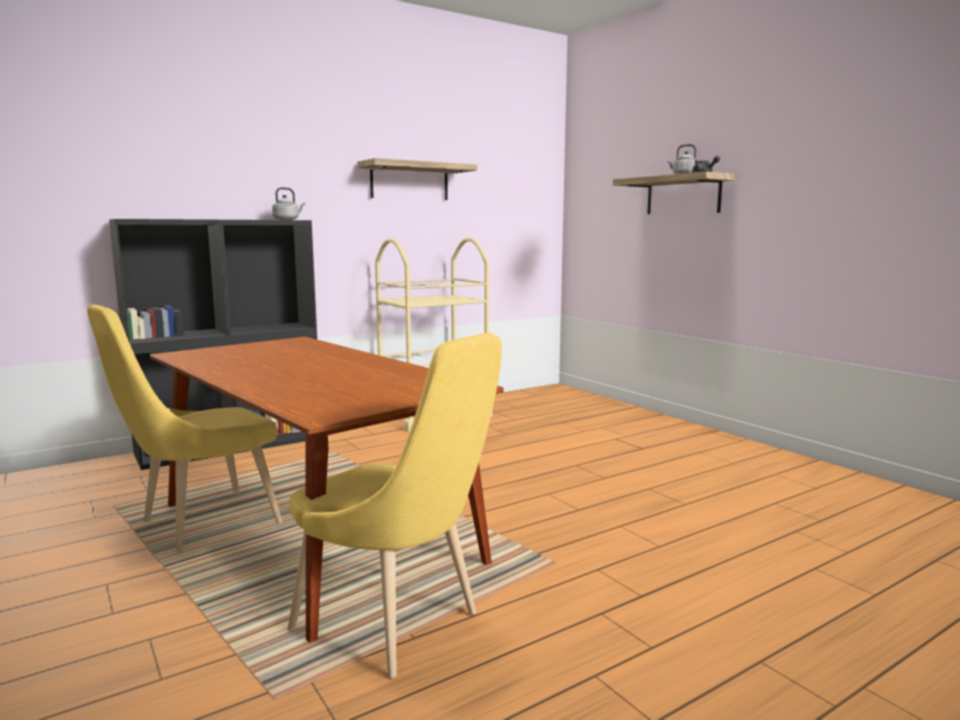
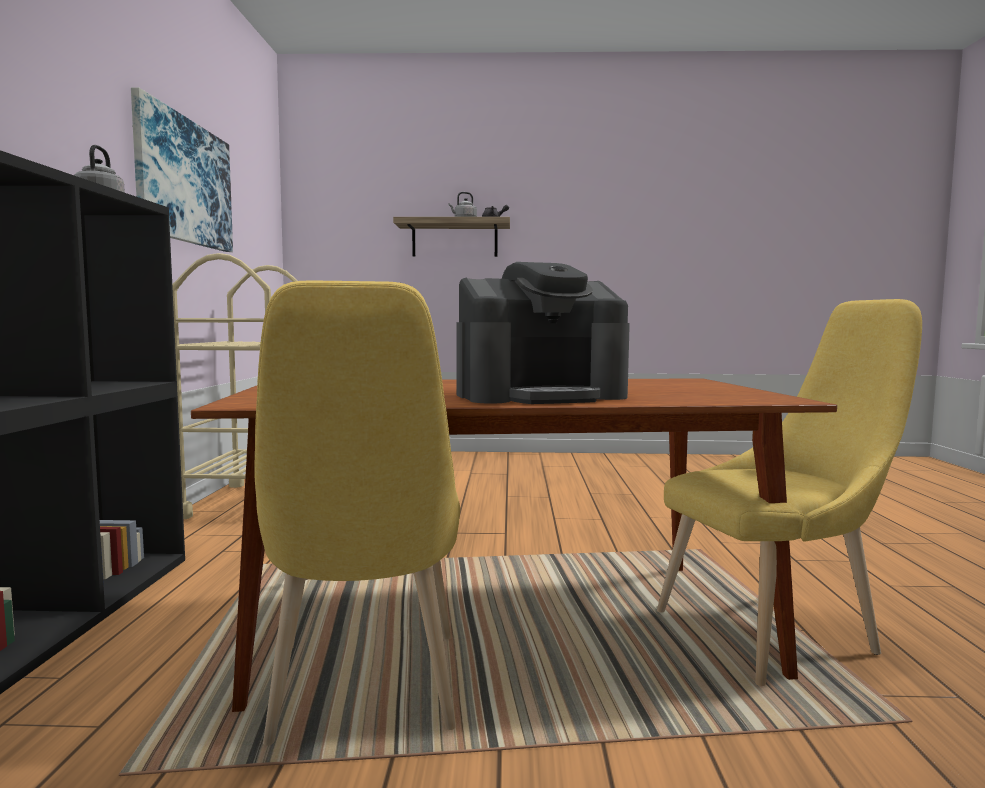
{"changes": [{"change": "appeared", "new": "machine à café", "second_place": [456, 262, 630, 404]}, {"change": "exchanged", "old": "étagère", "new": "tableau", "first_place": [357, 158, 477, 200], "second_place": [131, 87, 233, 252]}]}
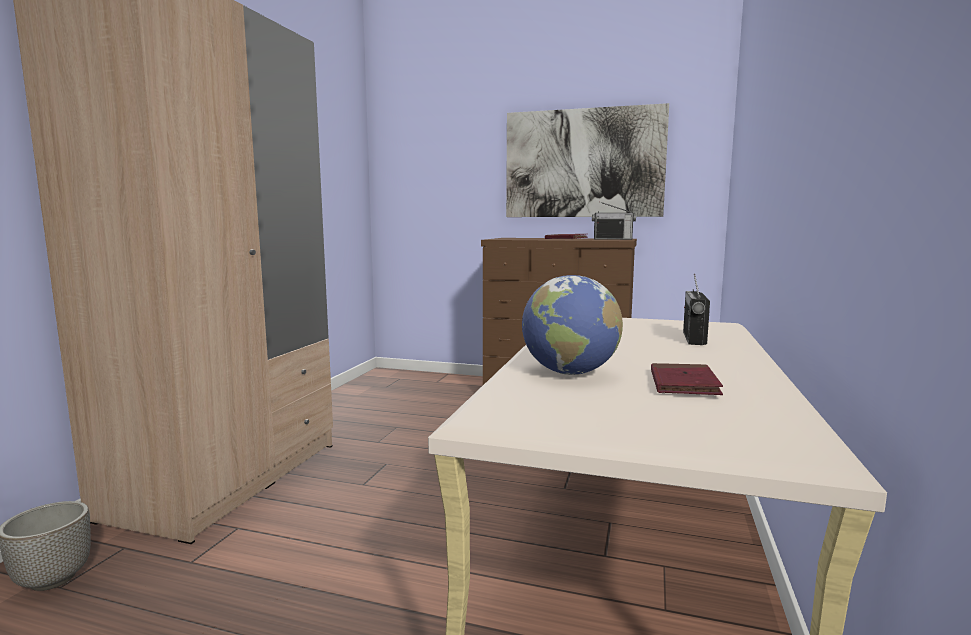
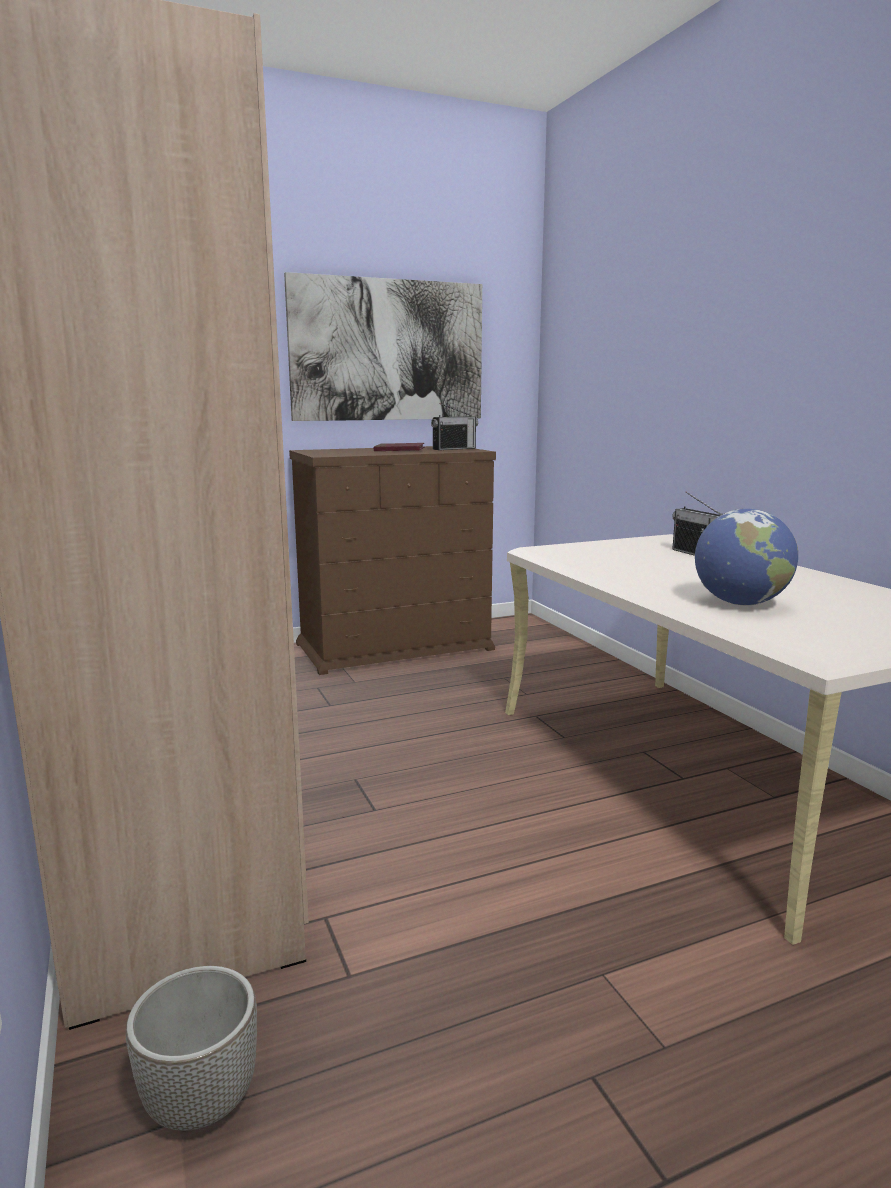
{"changes": [{"change": "missing", "old": "livre/rouge", "first_place": [651, 363, 723, 395]}]}
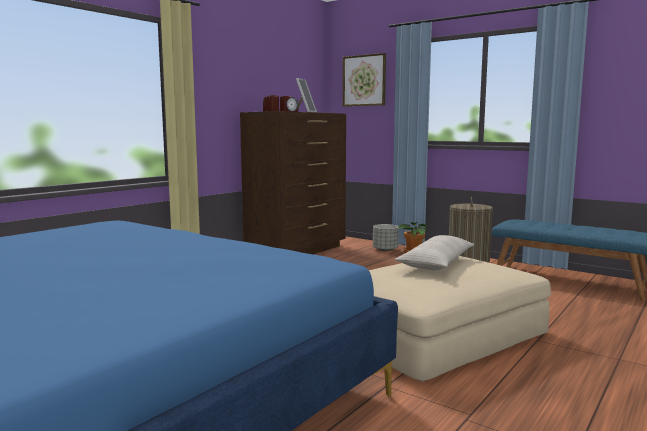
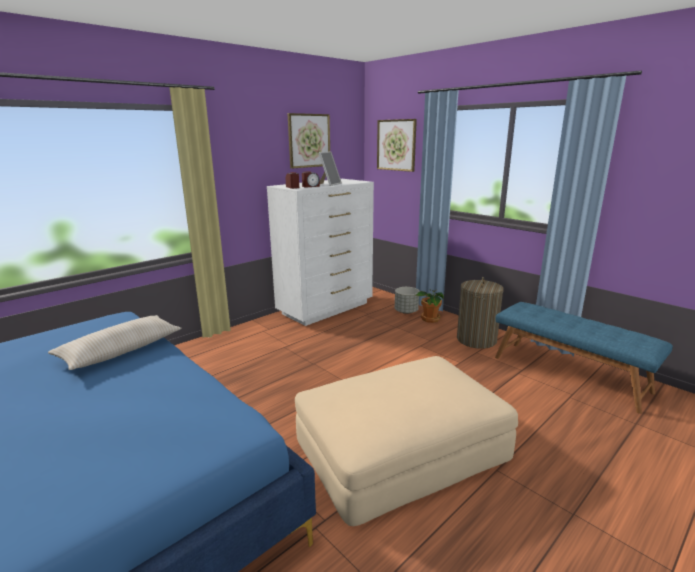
{"changes": [{"change": "appeared", "new": "tableau", "second_place": [288, 113, 330, 169]}, {"change": "relocated", "old": "coussin/beige", "first_place": [395, 235, 474, 270], "second_place": [48, 315, 182, 370]}, {"change": "colour", "old": "commode/marron", "new": "commode/blanc", "first_place": [240, 111, 346, 254], "second_place": [267, 179, 374, 326]}]}
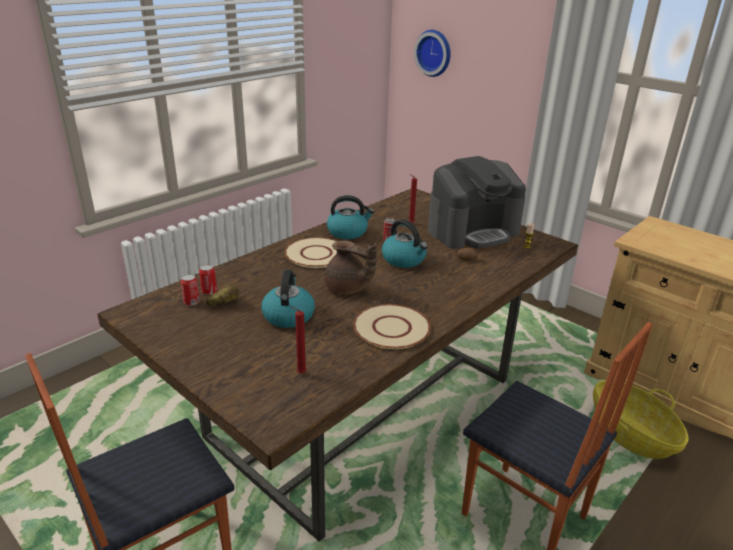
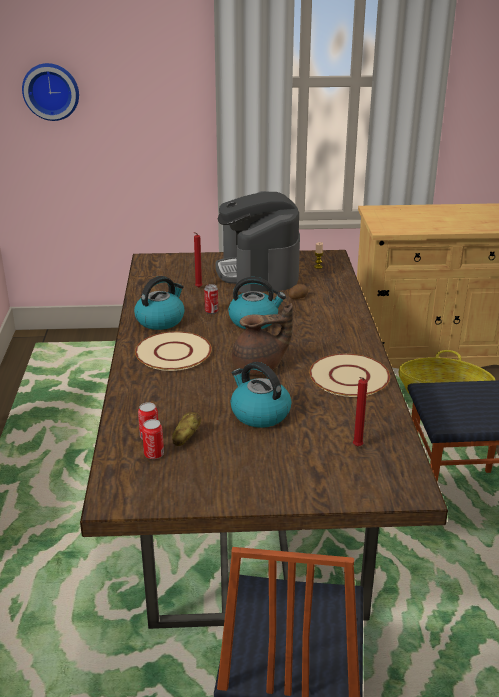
{"changes": [{"change": "spun", "old": "machine à café", "first_place": [428, 156, 526, 249], "second_place": [215, 191, 300, 293], "degrees": 150}]}
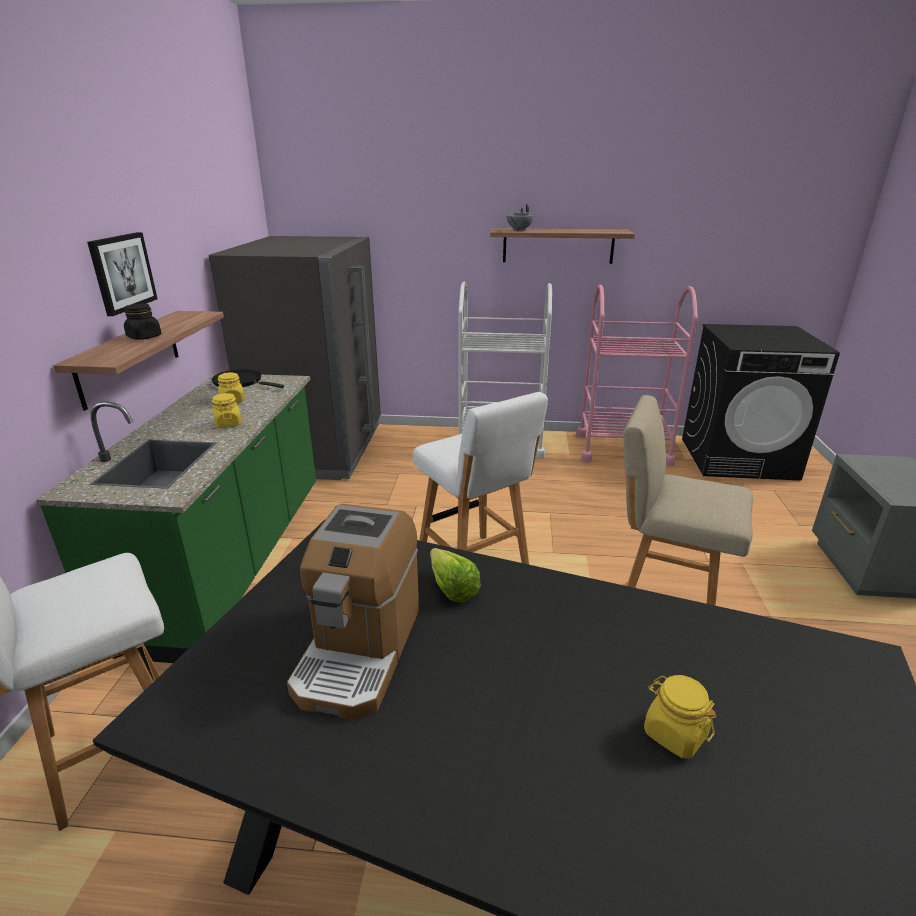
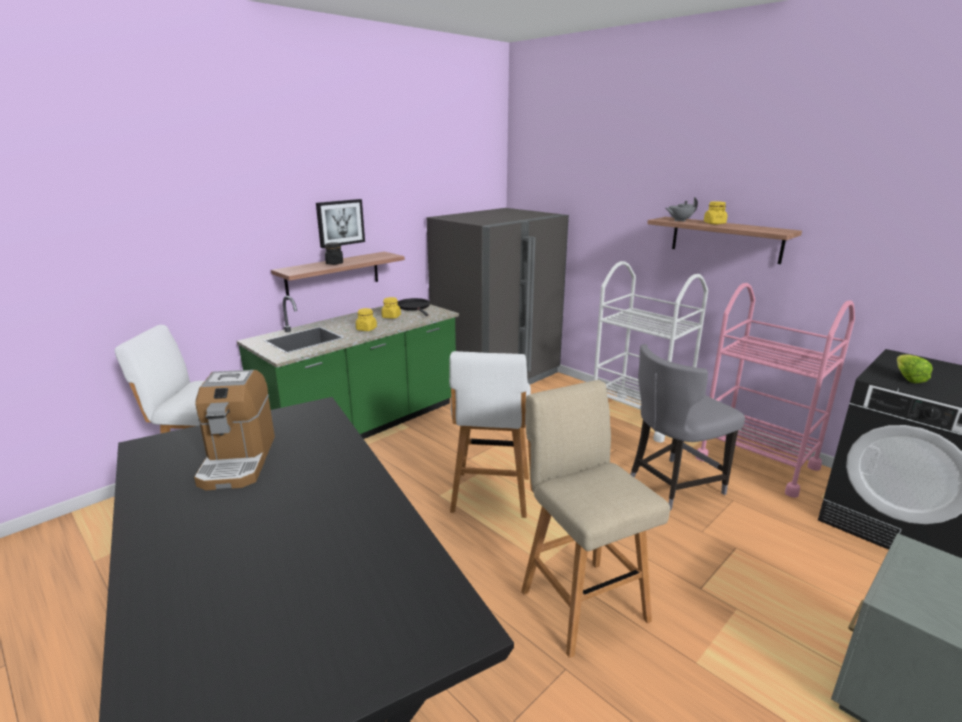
{"changes": [{"change": "appeared", "new": "chaise/gris", "second_place": [630, 344, 745, 511]}, {"change": "relocated", "old": "laitue", "first_place": [430, 548, 481, 603], "second_place": [897, 354, 933, 383]}, {"change": "relocated", "old": "bocal/jaune", "first_place": [644, 675, 717, 759], "second_place": [704, 201, 727, 224]}, {"change": "spun", "old": "machine à café", "first_place": [287, 504, 419, 720], "second_place": [194, 370, 275, 490], "degrees": -60}]}
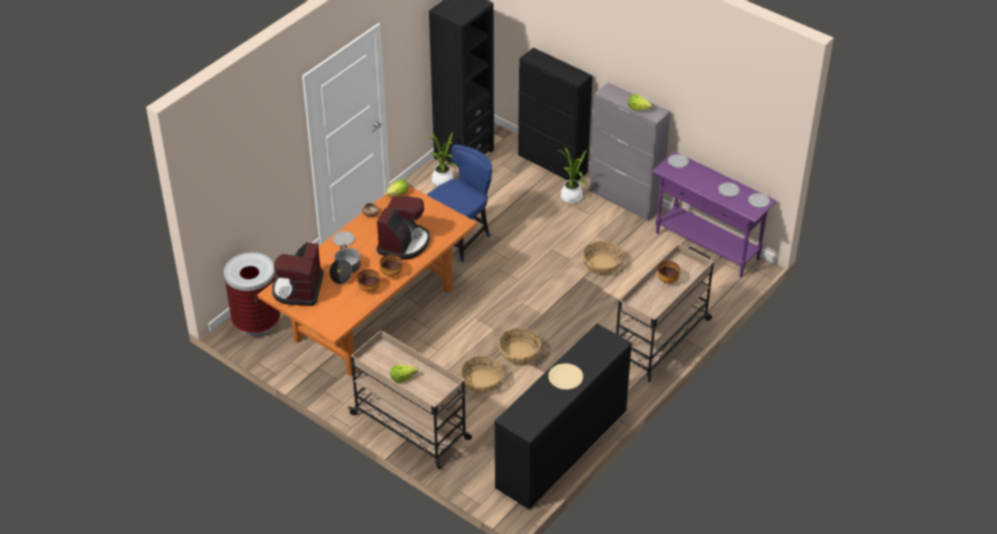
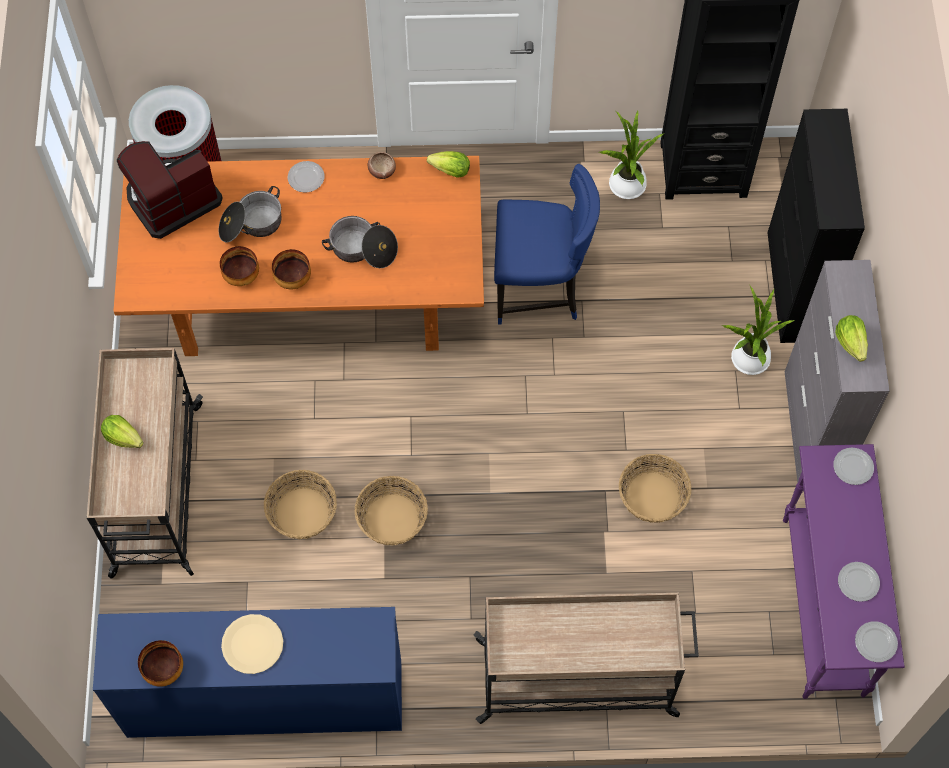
{"changes": [{"change": "relocated", "old": "bol", "first_place": [657, 261, 680, 283], "second_place": [138, 640, 183, 687]}, {"change": "exchanged", "old": "machine à café", "new": "marmite", "first_place": [376, 196, 430, 260], "second_place": [322, 216, 398, 268]}, {"change": "colour", "old": "commode/noir", "new": "commode/bleu", "first_place": [494, 323, 632, 509], "second_place": [93, 607, 402, 738]}]}
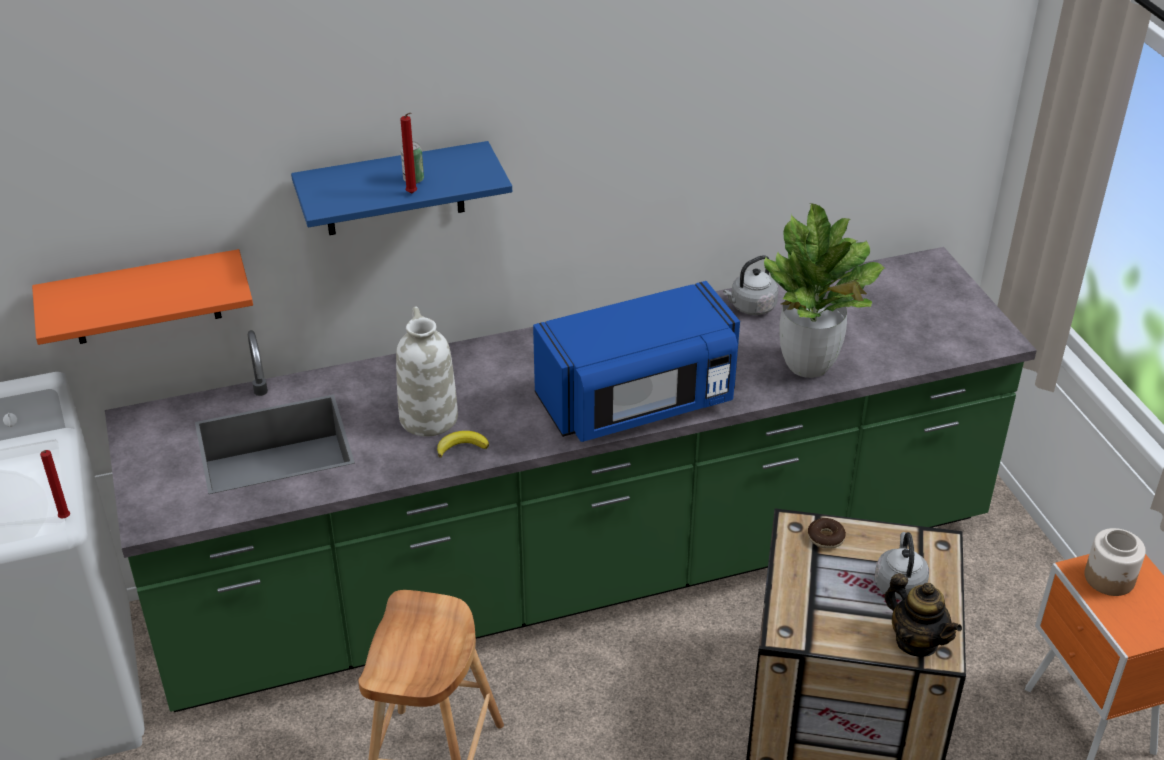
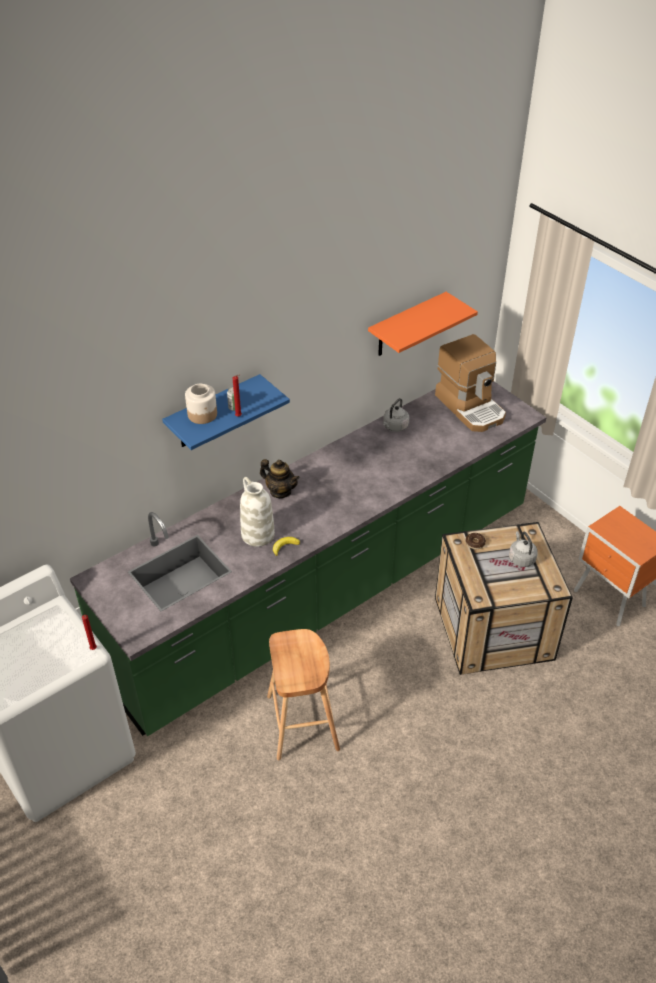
{"changes": [{"change": "missing", "old": "micro-ondes/bleu", "first_place": [533, 281, 740, 442]}, {"change": "missing", "old": "plante en pot", "first_place": [764, 203, 886, 378]}, {"change": "appeared", "new": "machine à café", "second_place": [435, 334, 506, 432]}, {"change": "relocated", "old": "étagère/orange", "first_place": [32, 249, 253, 345], "second_place": [368, 292, 478, 356]}, {"change": "relocated", "old": "théière", "first_place": [884, 573, 962, 657], "second_place": [260, 459, 300, 498]}, {"change": "relocated", "old": "bocal", "first_place": [1084, 528, 1146, 596], "second_place": [185, 384, 217, 424]}]}
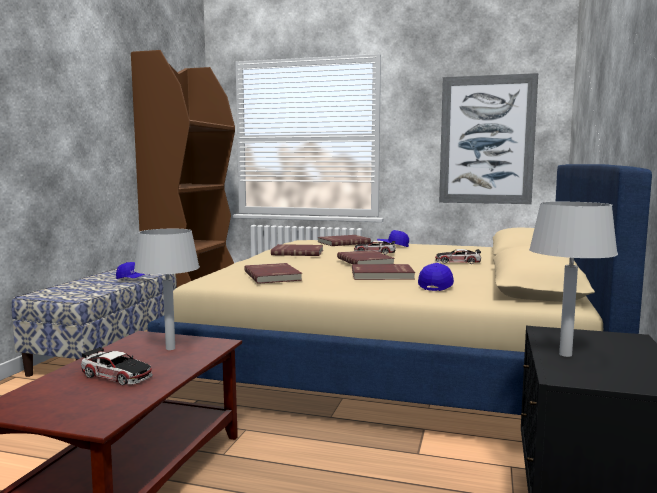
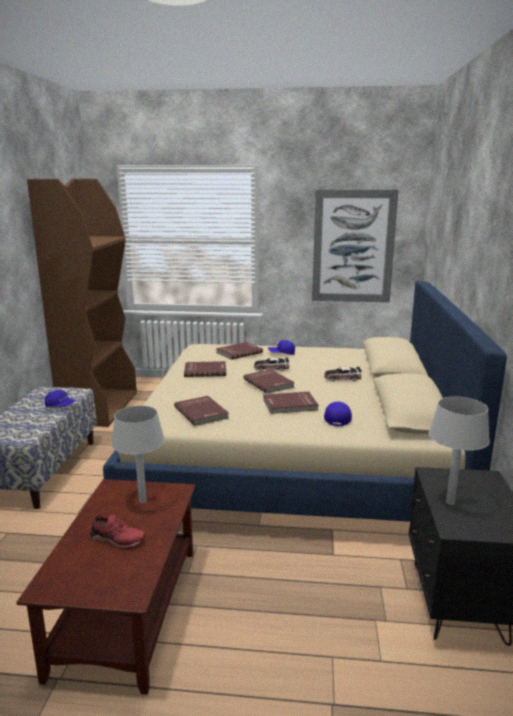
{"changes": [{"change": "exchanged", "old": "petite voiture", "new": "chaussure/rouge", "first_place": [81, 347, 153, 385], "second_place": [90, 515, 146, 549]}]}
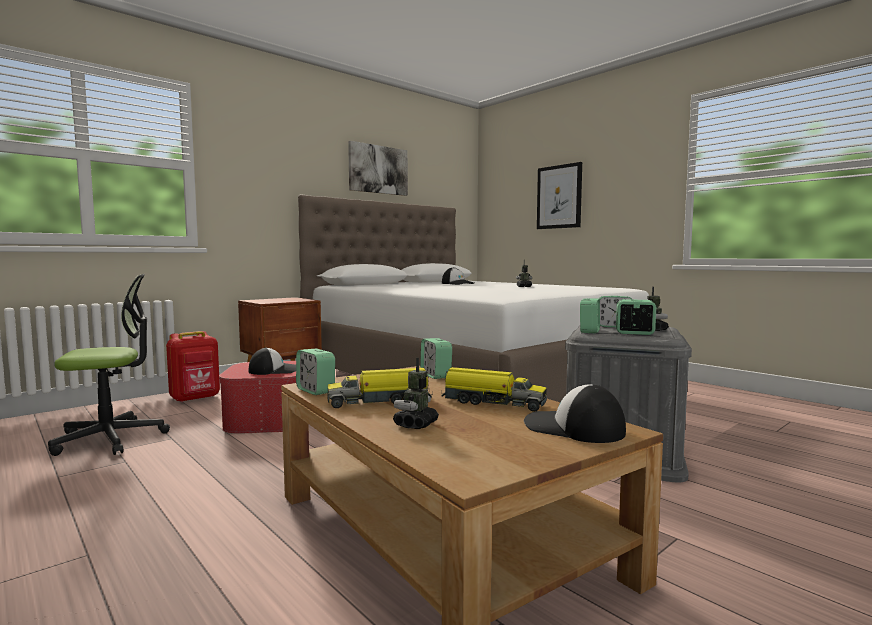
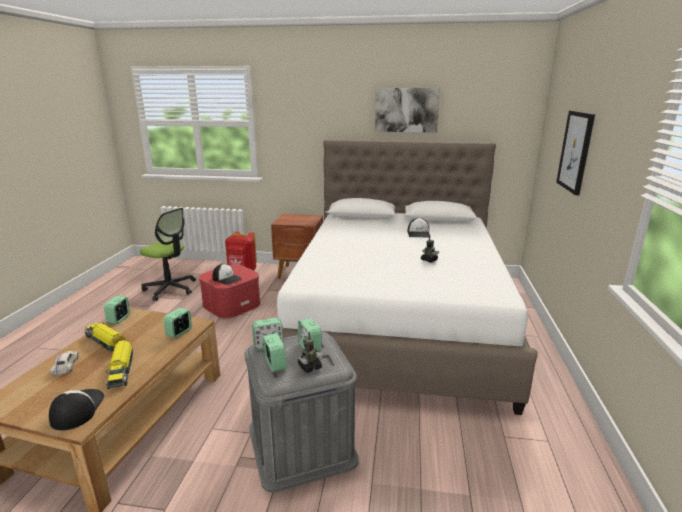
{"changes": [{"change": "exchanged", "old": "robot jouet", "new": "petite voiture/blanc", "first_place": [393, 358, 439, 429], "second_place": [50, 351, 79, 375]}]}
